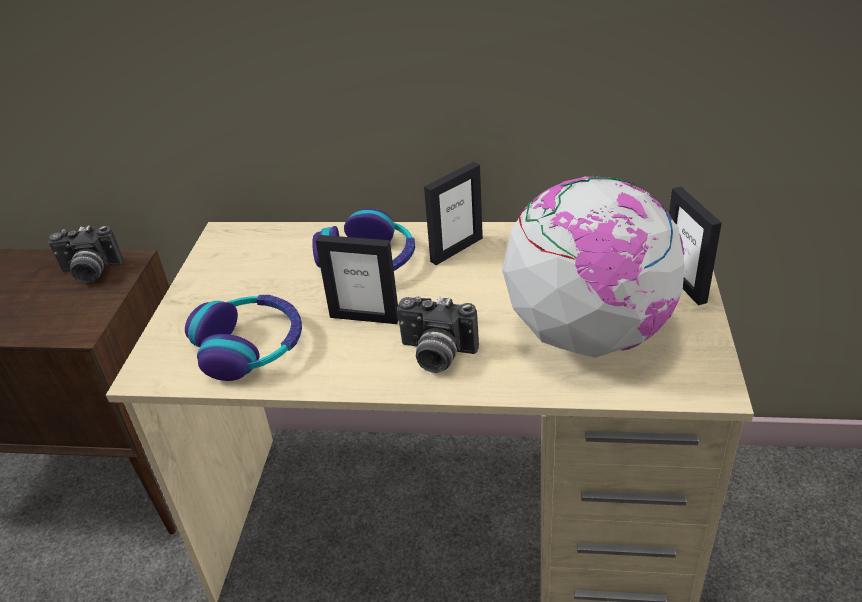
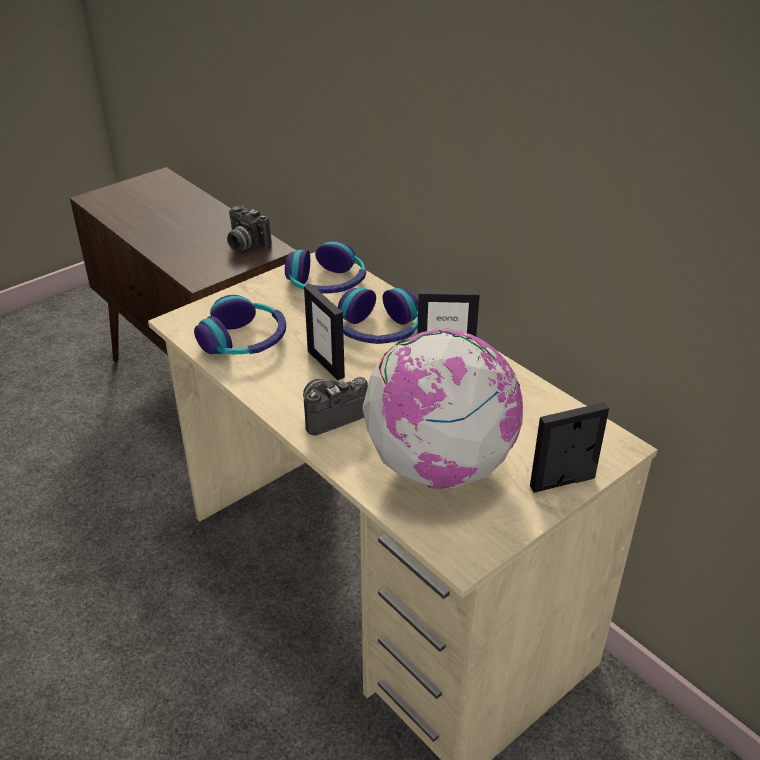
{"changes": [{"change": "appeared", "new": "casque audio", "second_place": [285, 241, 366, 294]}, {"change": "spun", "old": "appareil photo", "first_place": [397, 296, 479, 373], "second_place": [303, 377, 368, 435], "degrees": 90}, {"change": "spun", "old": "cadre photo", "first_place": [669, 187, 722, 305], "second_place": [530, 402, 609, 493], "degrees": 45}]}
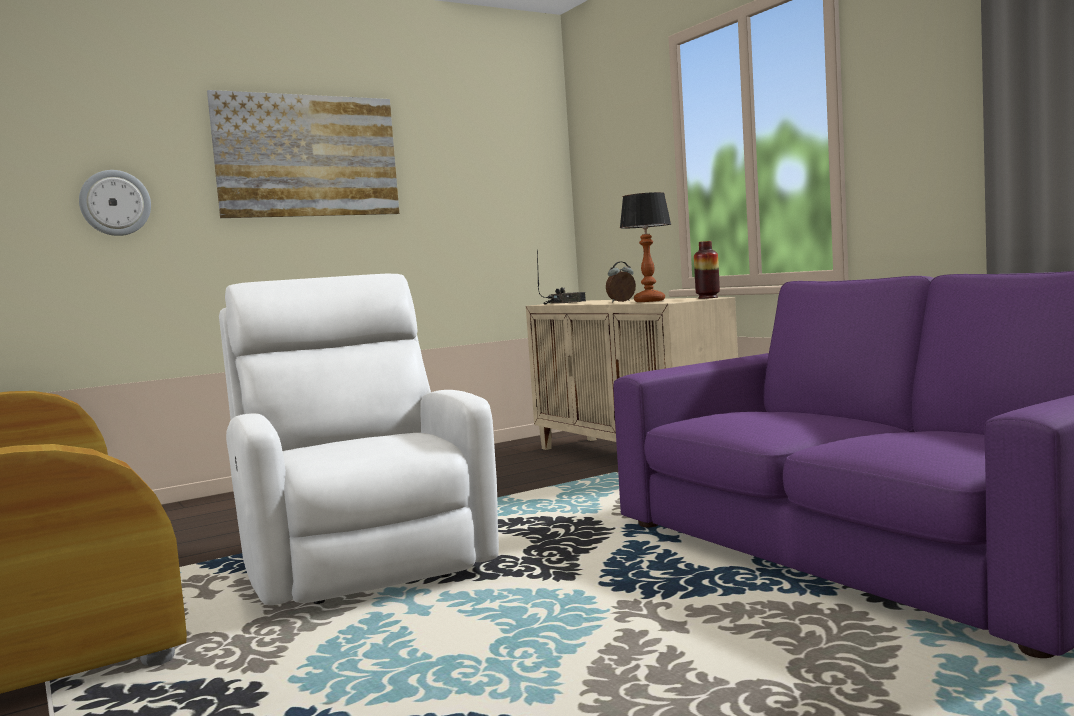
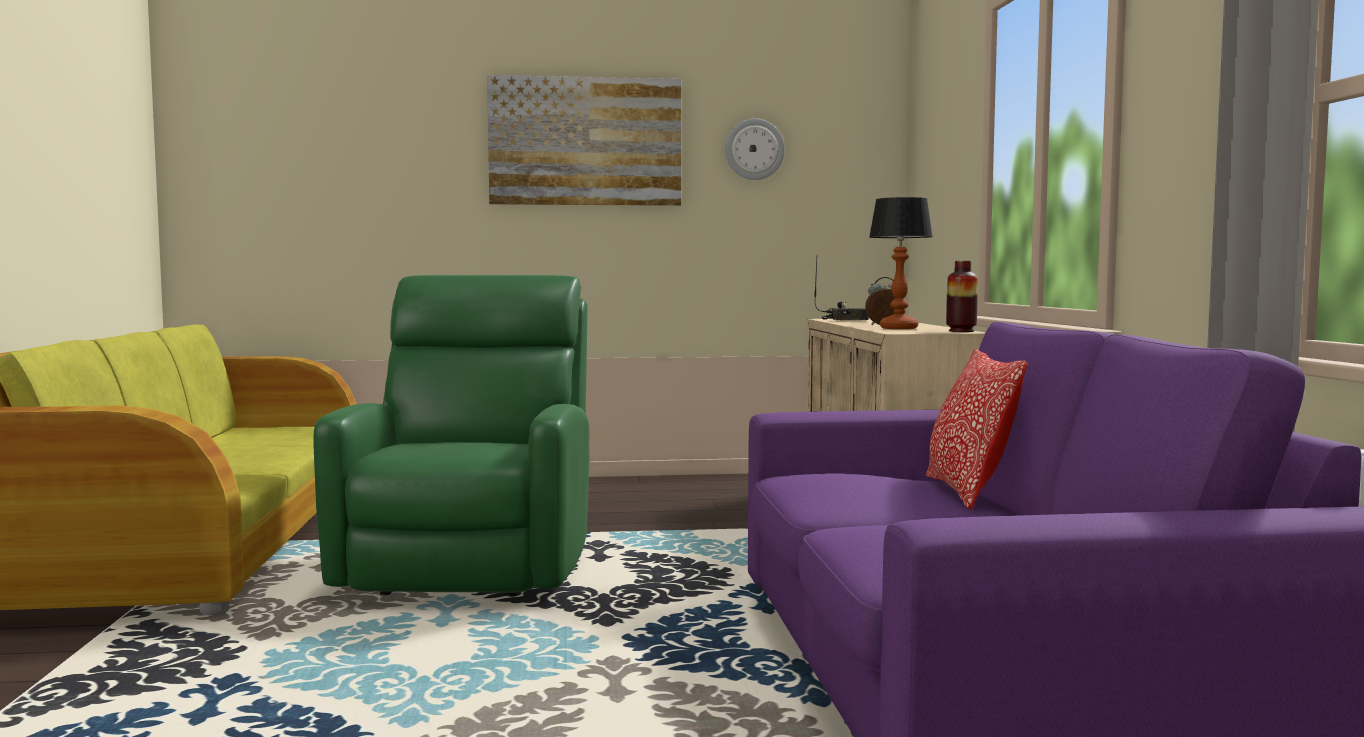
{"changes": [{"change": "appeared", "new": "coussin", "second_place": [926, 349, 1028, 510]}, {"change": "relocated", "old": "horloge murale", "first_place": [79, 170, 151, 236], "second_place": [725, 118, 785, 180]}, {"change": "colour", "old": "fauteuil/blanc", "new": "fauteuil/vert", "first_place": [219, 274, 499, 605], "second_place": [313, 275, 590, 596]}]}
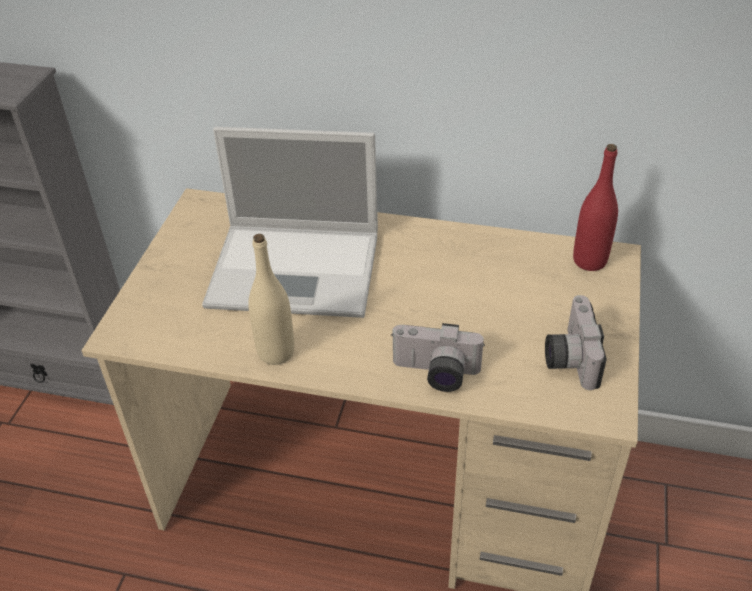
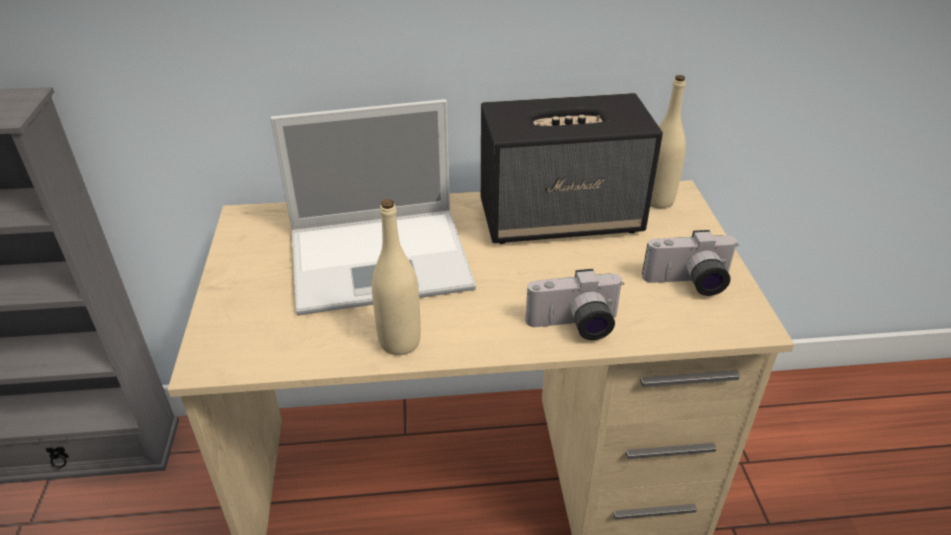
{"changes": [{"change": "appeared", "new": "enceinte", "second_place": [481, 93, 663, 244]}, {"change": "colour", "old": "bouteille/rouge", "new": "bouteille/beige", "first_place": [573, 144, 618, 271], "second_place": [650, 75, 686, 209]}, {"change": "spun", "old": "appareil photo", "first_place": [545, 295, 607, 390], "second_place": [642, 230, 739, 296], "degrees": -75}]}
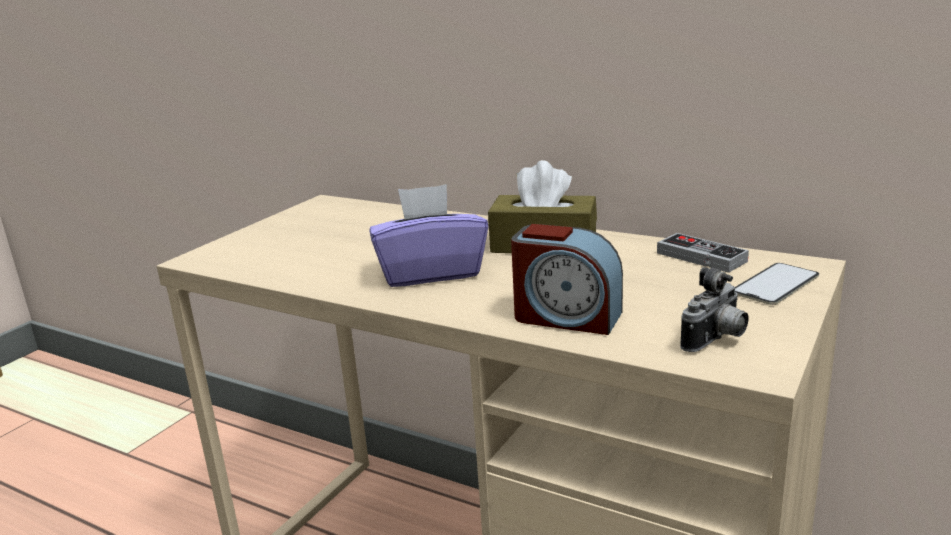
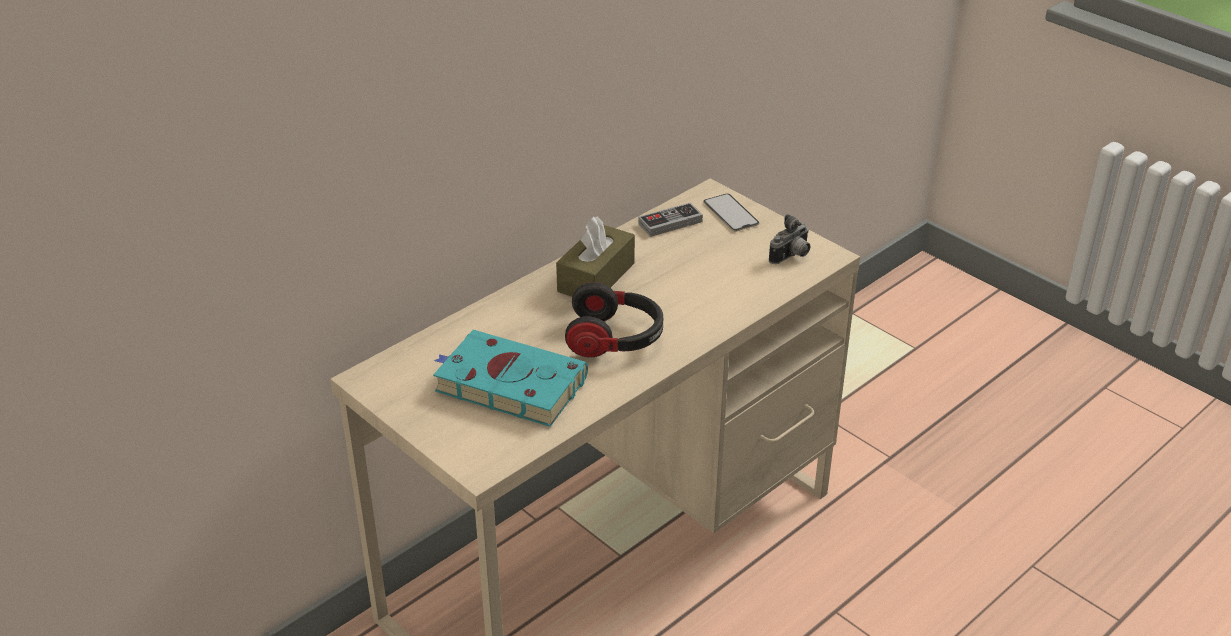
{"changes": [{"change": "missing", "old": "réveil", "first_place": [511, 224, 623, 335]}, {"change": "appeared", "new": "livre/turquoise", "second_place": [433, 330, 588, 427]}, {"change": "exchanged", "old": "boîte à mouchoirs/violet", "new": "casque audio", "first_place": [369, 184, 489, 287], "second_place": [565, 282, 663, 357]}, {"change": "spun", "old": "appareil photo", "first_place": [680, 267, 749, 352], "second_place": [769, 214, 810, 264], "degrees": 75}]}
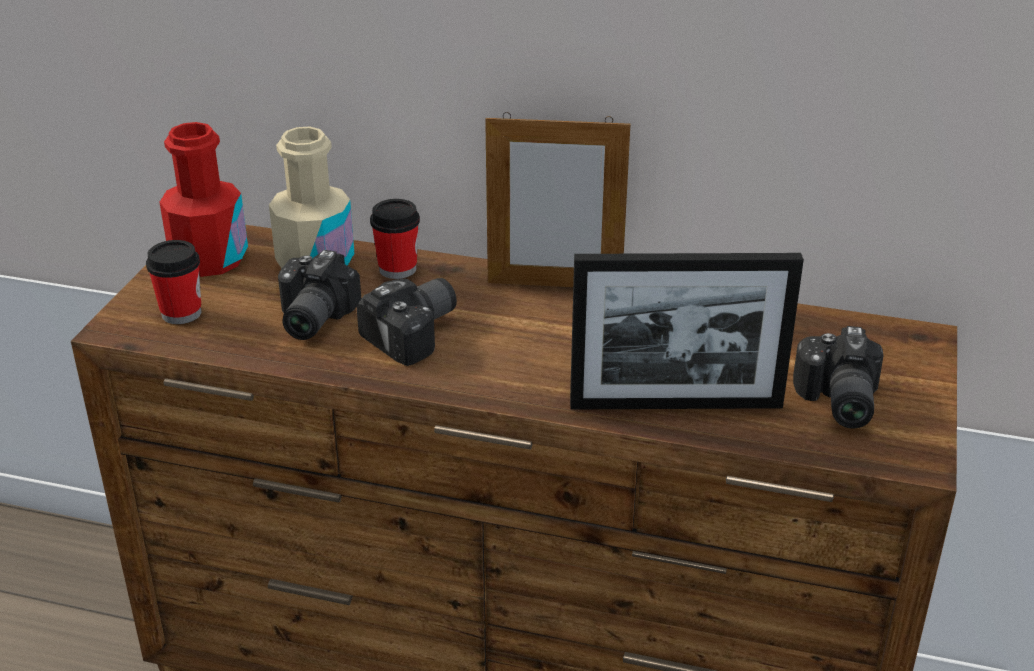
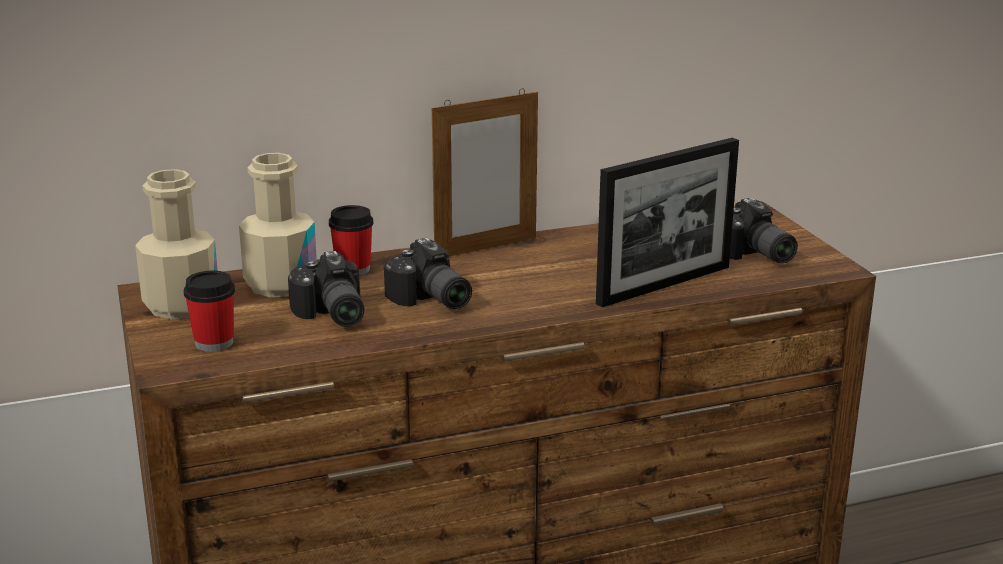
{"changes": [{"change": "colour", "old": "bouteille/rouge", "new": "bouteille/beige", "first_place": [160, 122, 248, 277], "second_place": [135, 169, 218, 319]}, {"change": "spun", "old": "appareil photo", "first_place": [356, 278, 457, 366], "second_place": [384, 238, 472, 309], "degrees": 135}]}
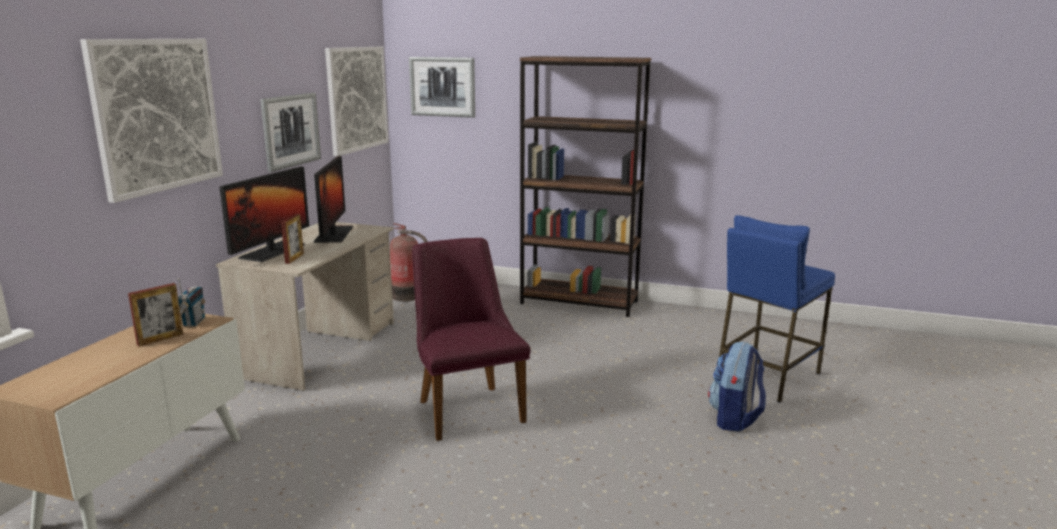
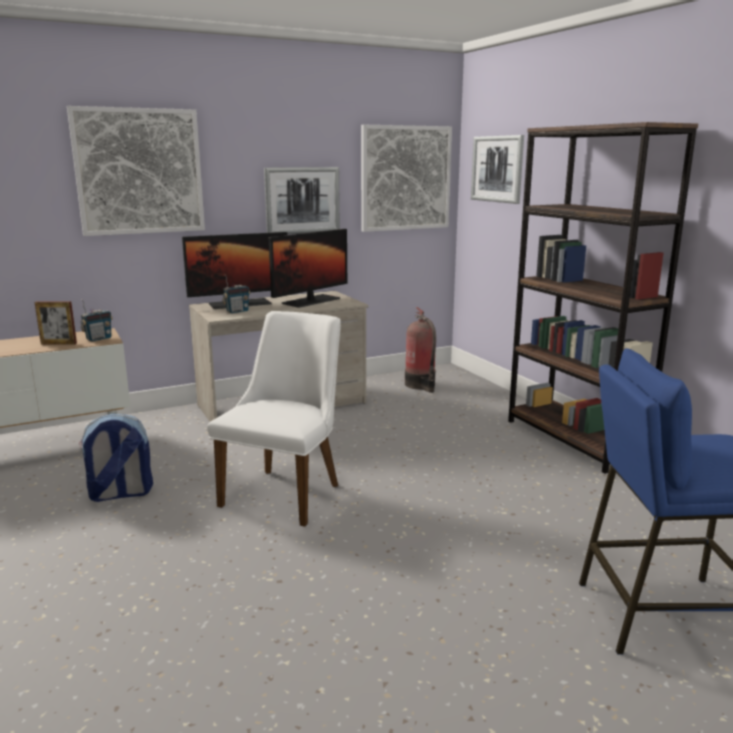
{"changes": [{"change": "relocated", "old": "sac à dos", "first_place": [708, 342, 766, 432], "second_place": [79, 413, 153, 502]}, {"change": "exchanged", "old": "cadre photo", "new": "radio", "first_place": [281, 214, 304, 264], "second_place": [222, 274, 250, 313]}, {"change": "colour", "old": "chaise/violet", "new": "chaise/blanc", "first_place": [412, 238, 531, 441], "second_place": [207, 311, 341, 527]}]}
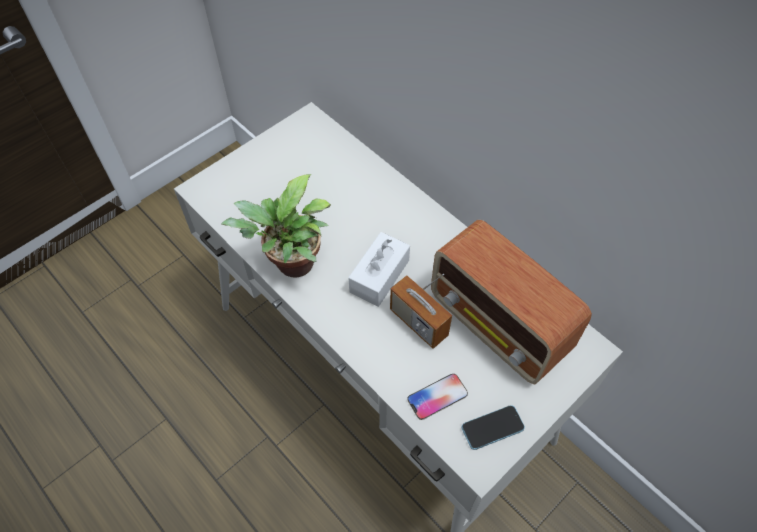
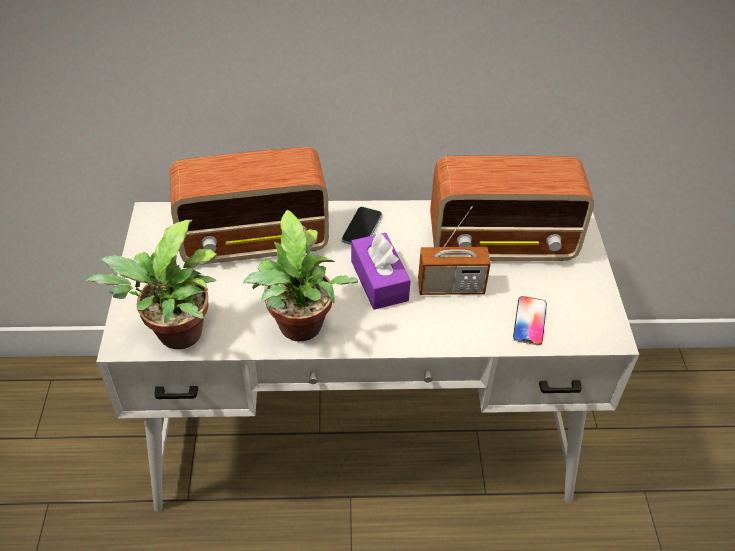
{"changes": [{"change": "appeared", "new": "plante en pot", "second_place": [86, 220, 218, 349]}, {"change": "appeared", "new": "radio", "second_place": [170, 147, 329, 265]}, {"change": "relocated", "old": "téléphone", "first_place": [462, 405, 525, 450], "second_place": [342, 207, 382, 245]}, {"change": "colour", "old": "boîte à mouchoirs/blanc", "new": "boîte à mouchoirs/violet", "first_place": [348, 232, 410, 307], "second_place": [351, 232, 411, 310]}]}
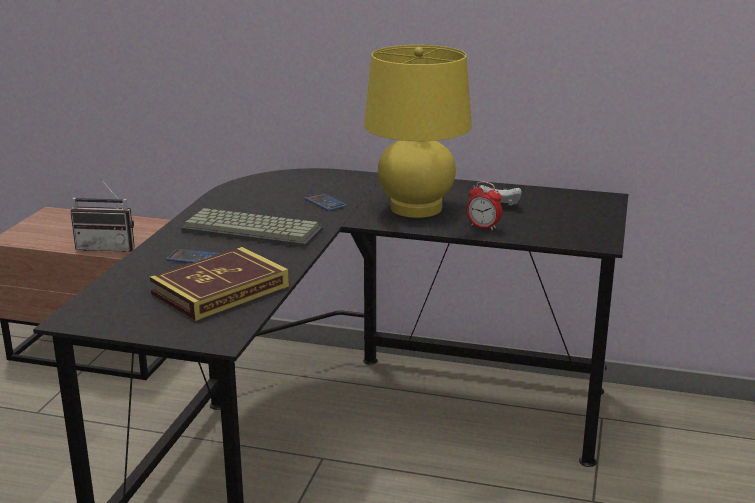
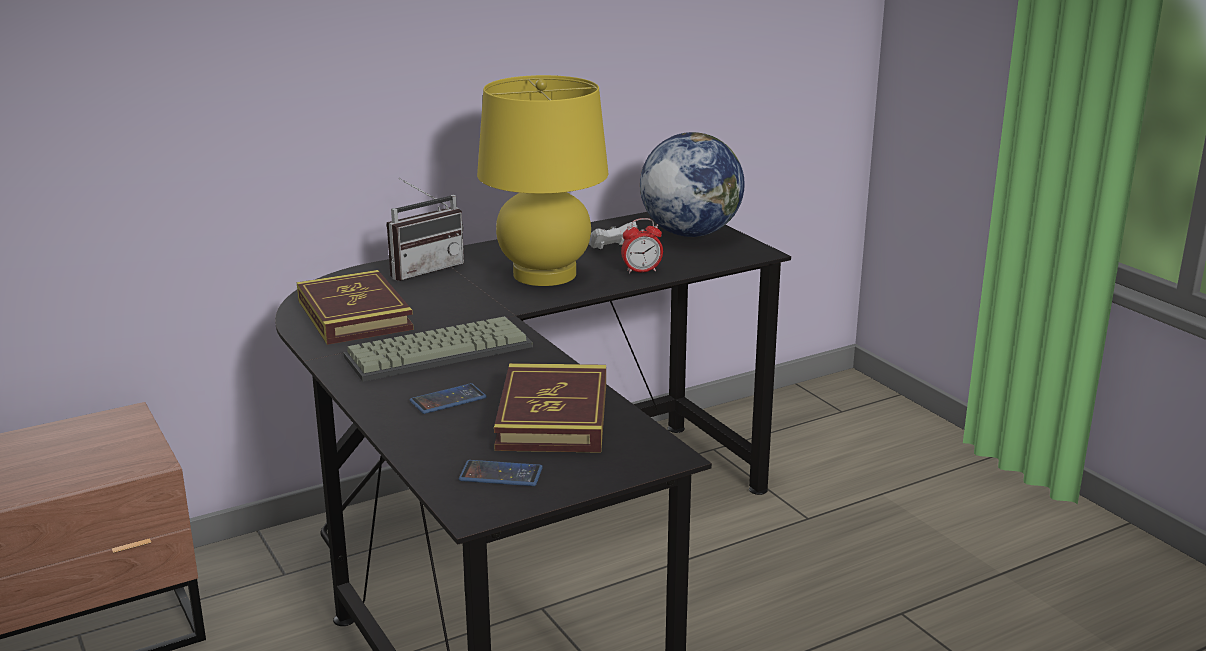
{"changes": [{"change": "appeared", "new": "livre", "second_place": [297, 270, 414, 345]}, {"change": "appeared", "new": "globe", "second_place": [640, 132, 745, 237]}, {"change": "relocated", "old": "radio", "first_place": [70, 177, 135, 252], "second_place": [387, 178, 464, 281]}, {"change": "relocated", "old": "téléphone", "first_place": [304, 193, 347, 211], "second_place": [459, 460, 543, 486]}]}
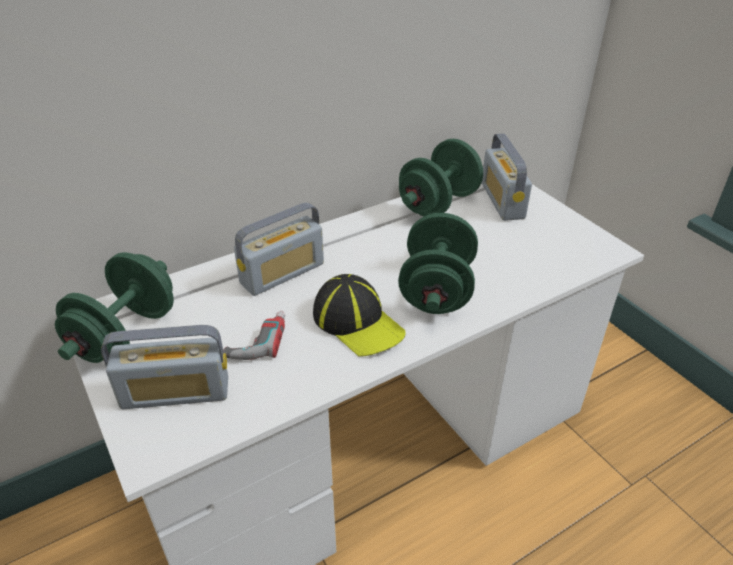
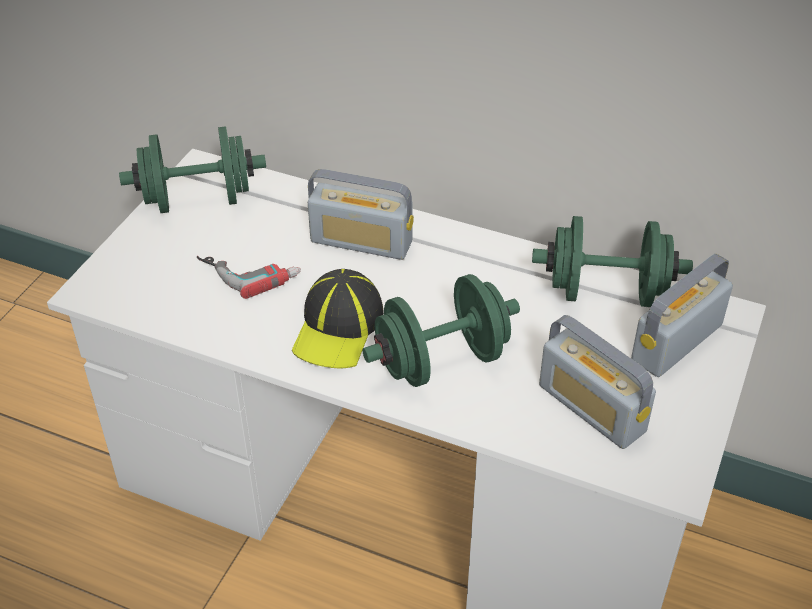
{"changes": [{"change": "relocated", "old": "radio", "first_place": [101, 325, 228, 409], "second_place": [539, 315, 656, 449]}]}
